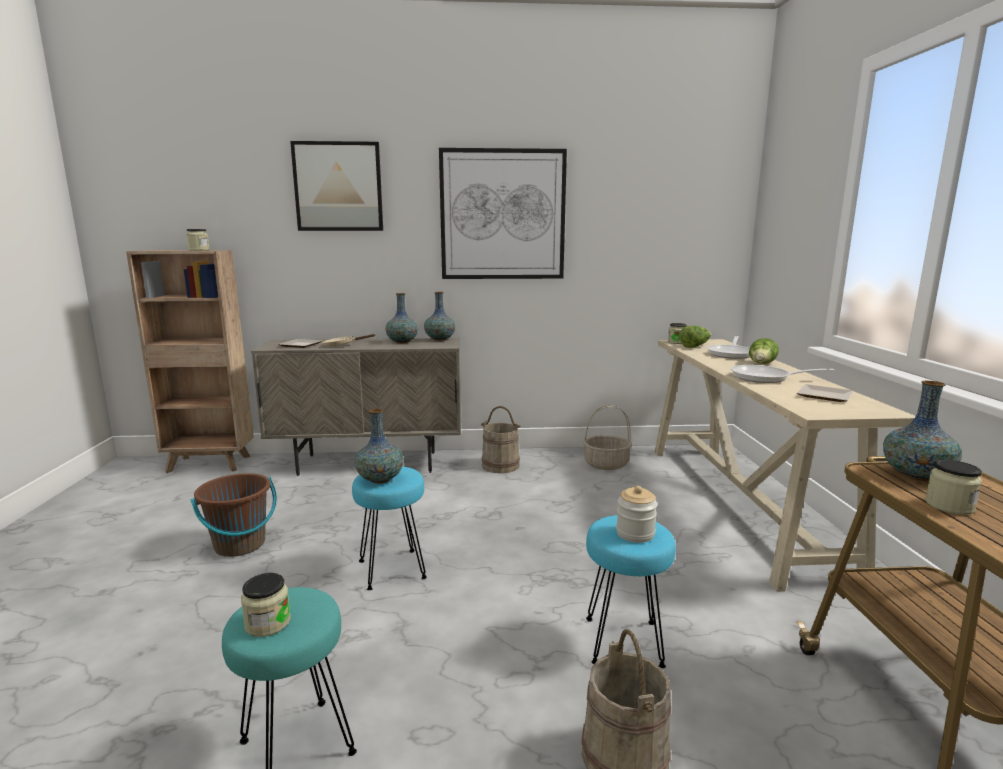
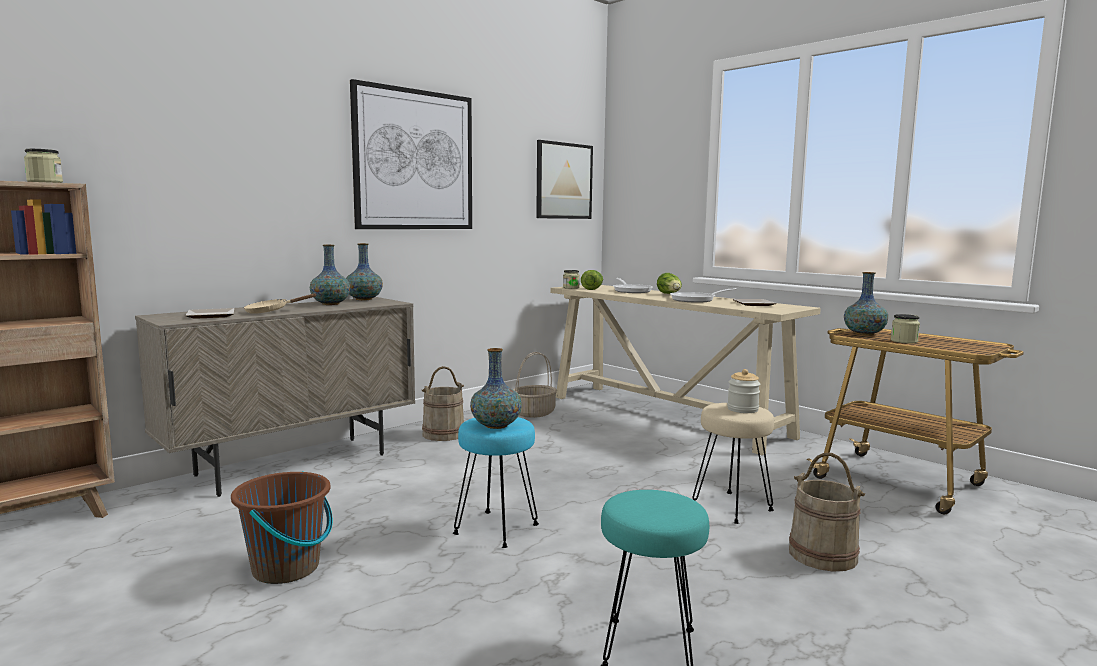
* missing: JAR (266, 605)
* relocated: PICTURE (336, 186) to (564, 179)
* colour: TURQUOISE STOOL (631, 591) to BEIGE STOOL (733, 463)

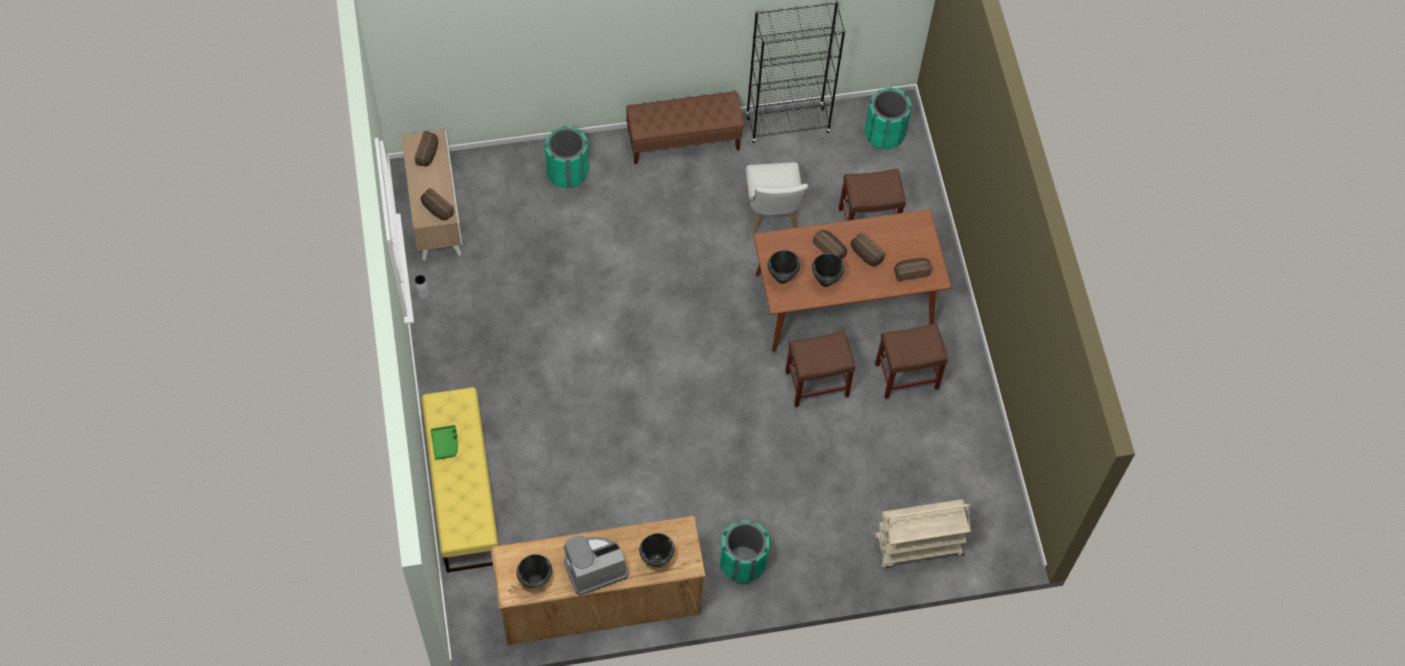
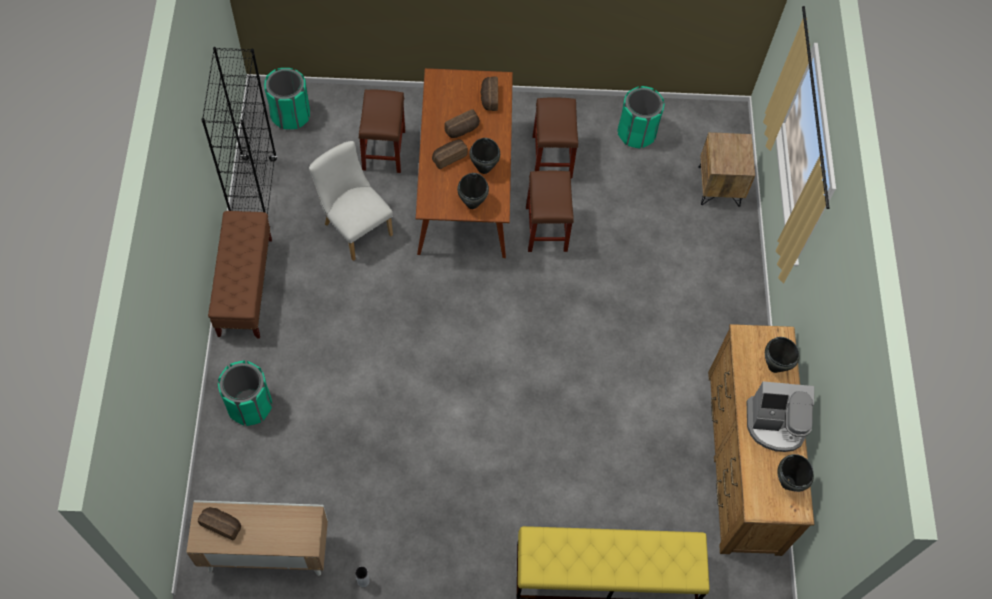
* missing: BREAD (437, 204)
* missing: GREEN TRAY (444, 442)
* relocated: GREEN TRASH CAN (744, 551) to (641, 117)
* exchanged: BEIGE CART (923, 534) to BROWN NIGHTSTAND (726, 169)
* spun: COFFEE MACHINE (596, 565) = (780, 416) 75 degrees counterclockwise
* spun: WHITE CHAIR (777, 198) = (351, 201) 135 degrees counterclockwise

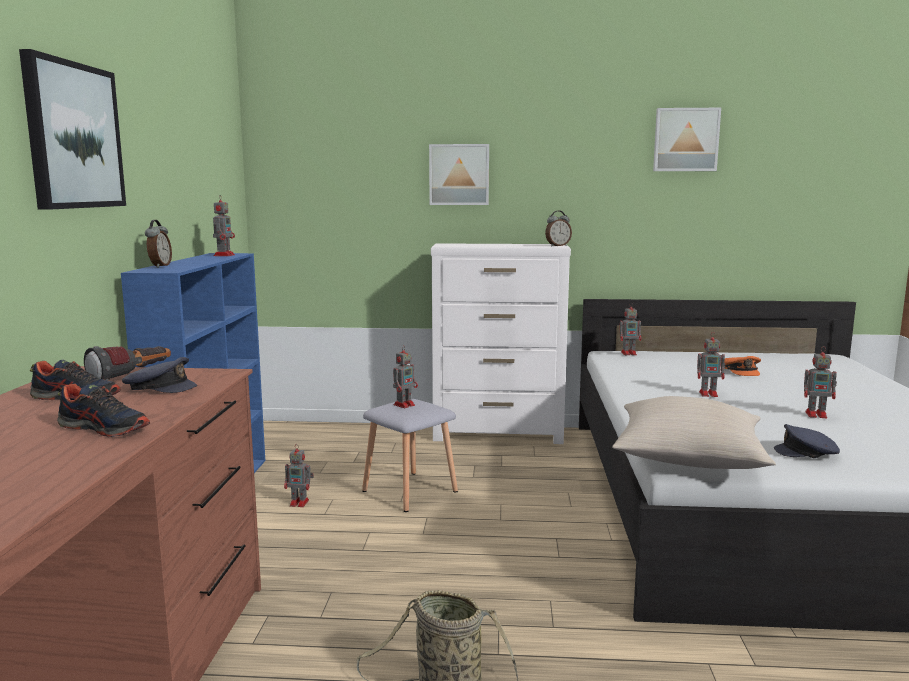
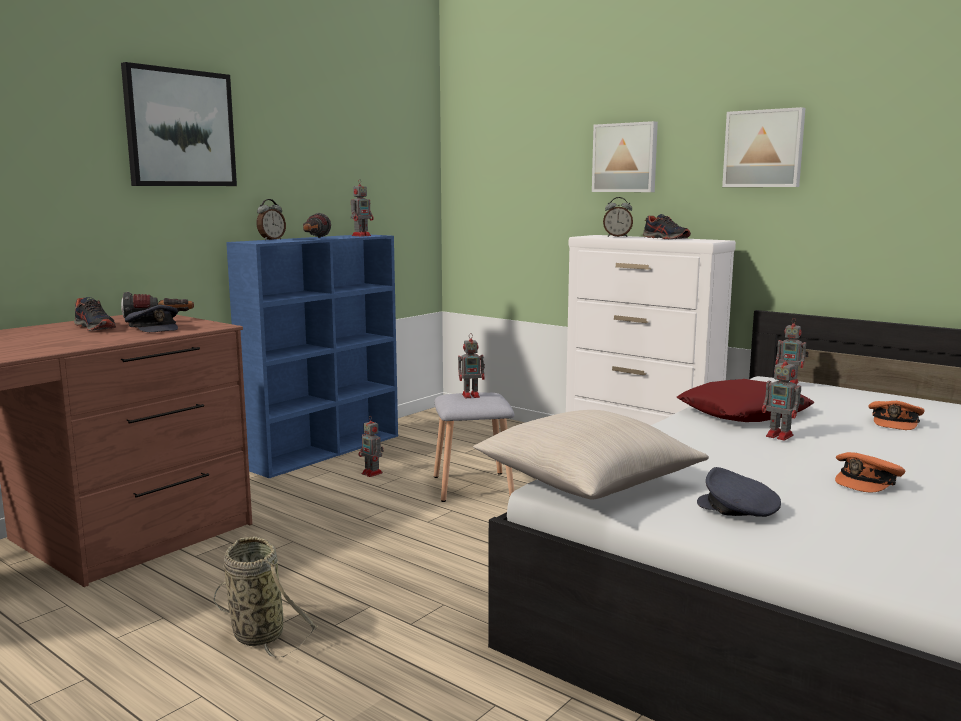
* appeared: FLASHLIGHT (317, 225)
* appeared: RED PILLOW (745, 400)
* relocated: SHOE (103, 410) to (667, 226)
* relocated: ALARM CLOCK (558, 228) to (618, 217)
* relocated: PICTURE (687, 139) to (763, 147)
* exchanged: TOY ROBOT (820, 382) to ORANGE CAP (870, 472)

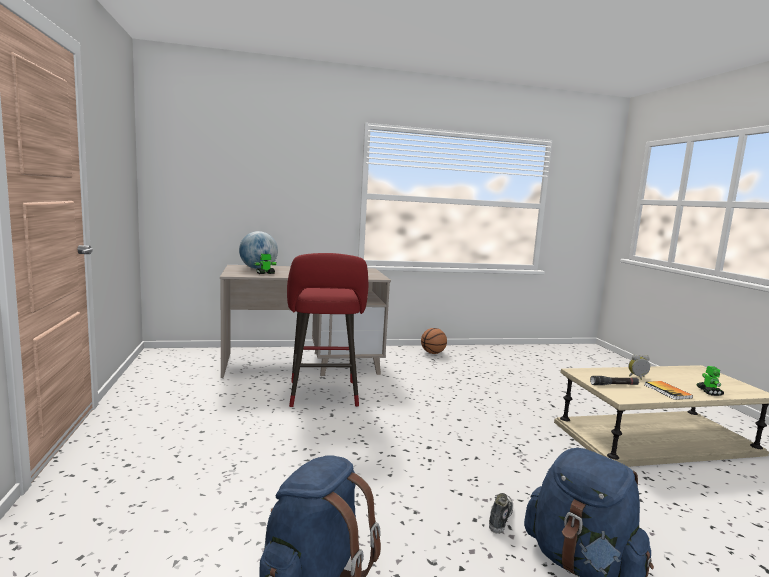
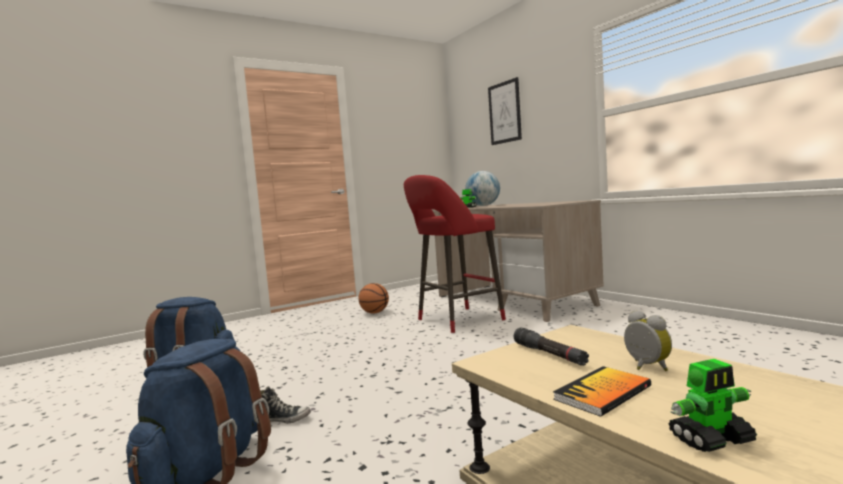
* appeared: PICTURE (505, 111)
* relocated: BASKETBALL (434, 341) to (373, 298)

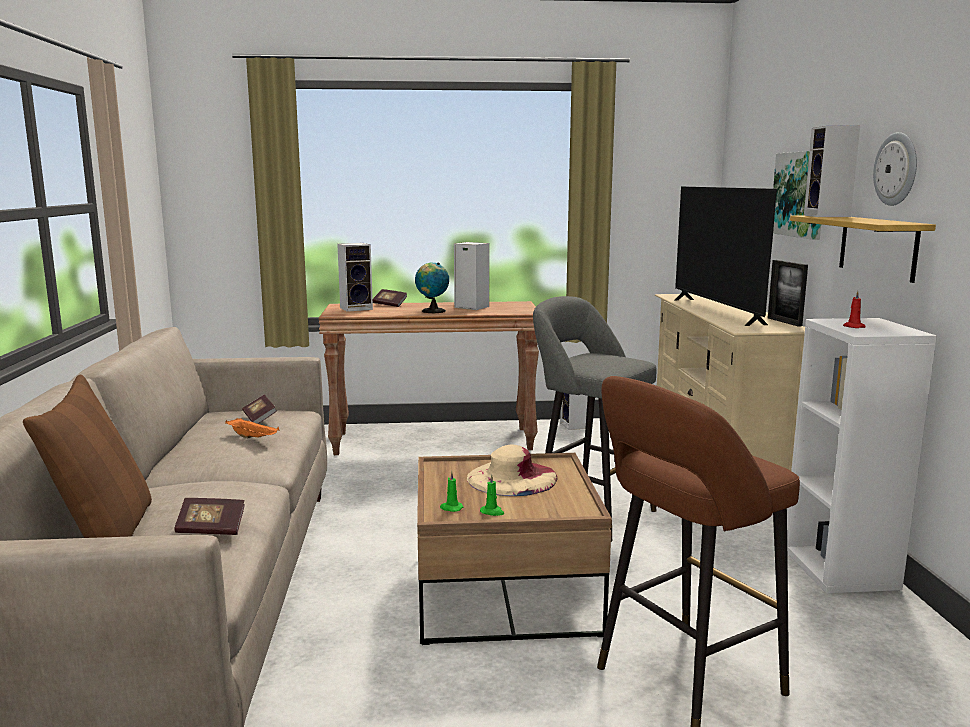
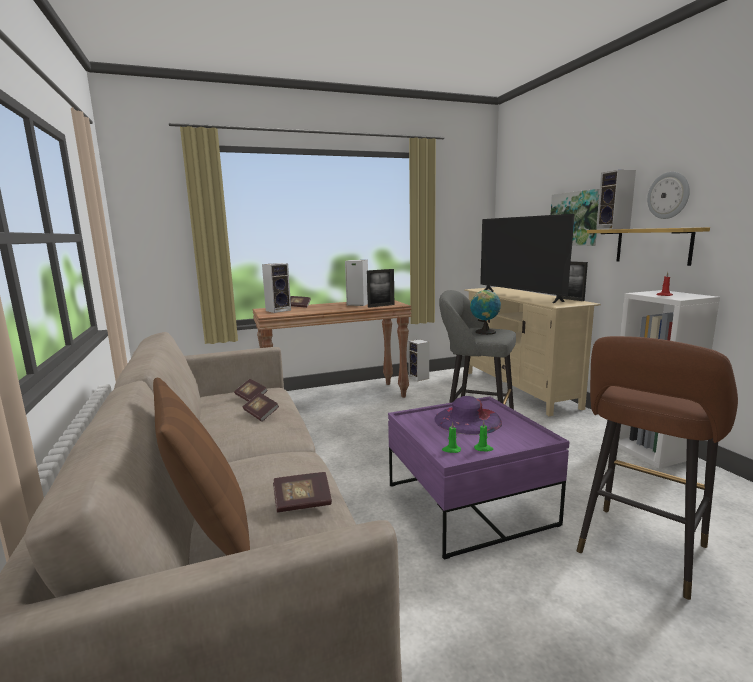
* appeared: PICTURE FRAME (380, 288)
* relocated: GLOBE (432, 287) to (485, 312)
* exchanged: ORANGE TRAY (252, 428) to BOOK (261, 407)
* colour: BROWN COFFEE TABLE (514, 549) to PURPLE COFFEE TABLE (479, 477)
* colour: BEIGE HAT (512, 470) to PURPLE HAT (468, 415)

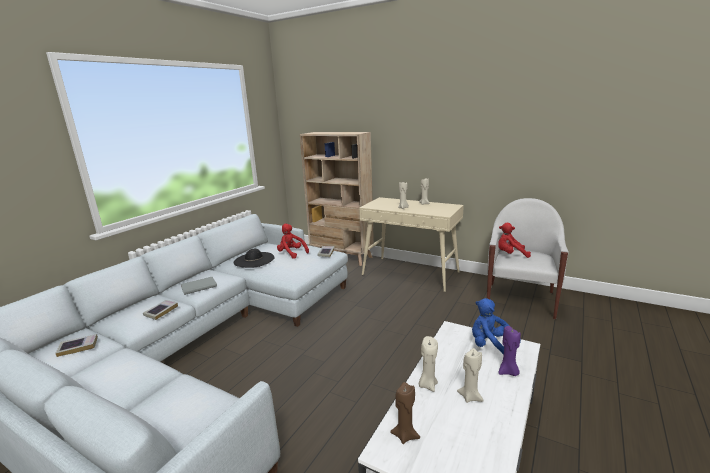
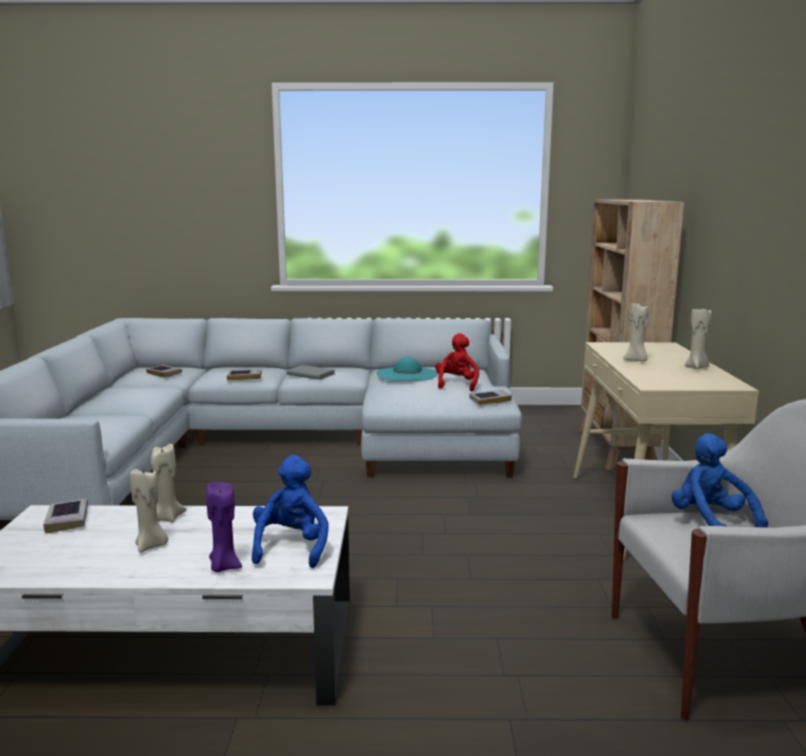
* exchanged: BROWN CANDLE (405, 413) to BOOK (65, 515)
* colour: BLACK HAT (254, 258) to TURQUOISE HAT (407, 369)
* colour: RED PLUSH TOY (514, 240) to BLUE PLUSH TOY (719, 480)

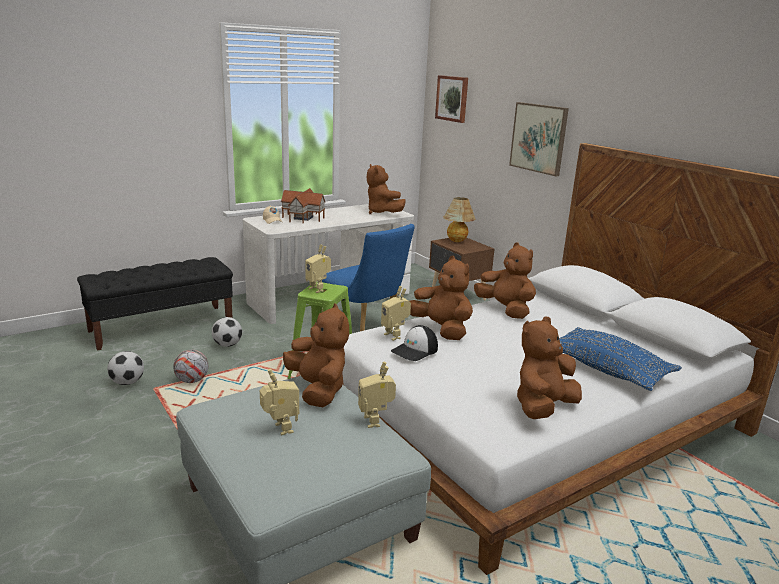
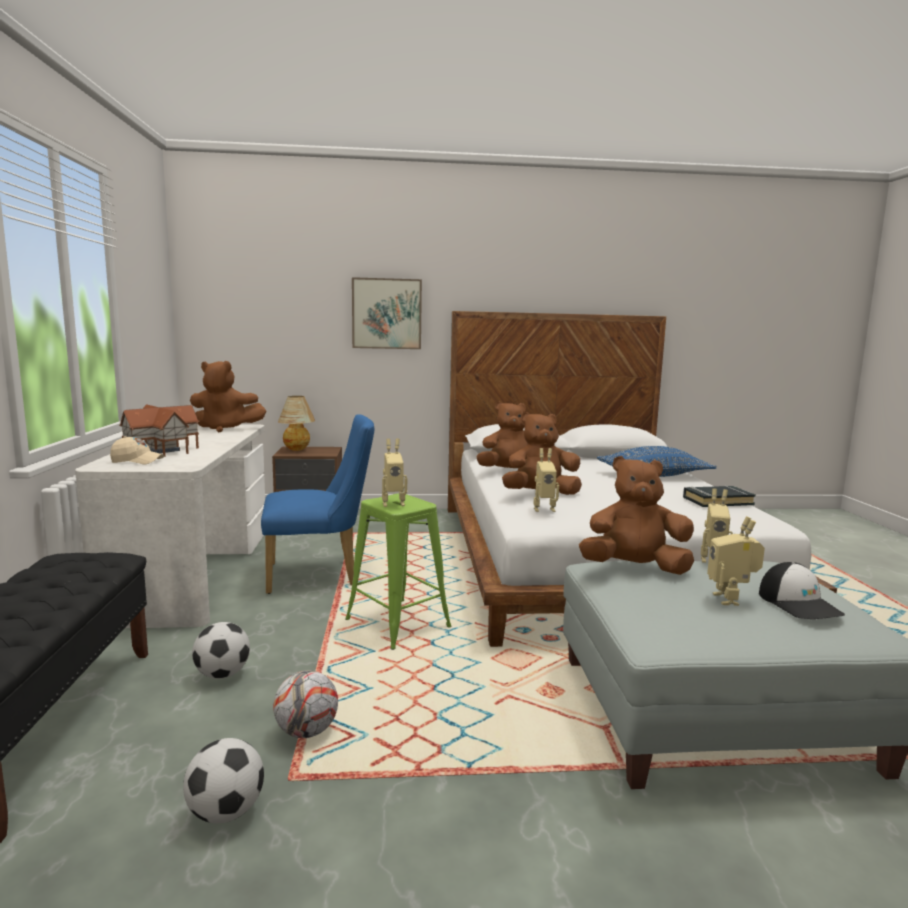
* missing: PICTURE (451, 99)
* relocated: CAP (414, 343) to (802, 590)
* exchanged: BROWN PLUSH TOY (549, 367) to BLACK BOOK (719, 496)
* spun: TOY ROBOT (279, 402) = (736, 561) 90 degrees counterclockwise

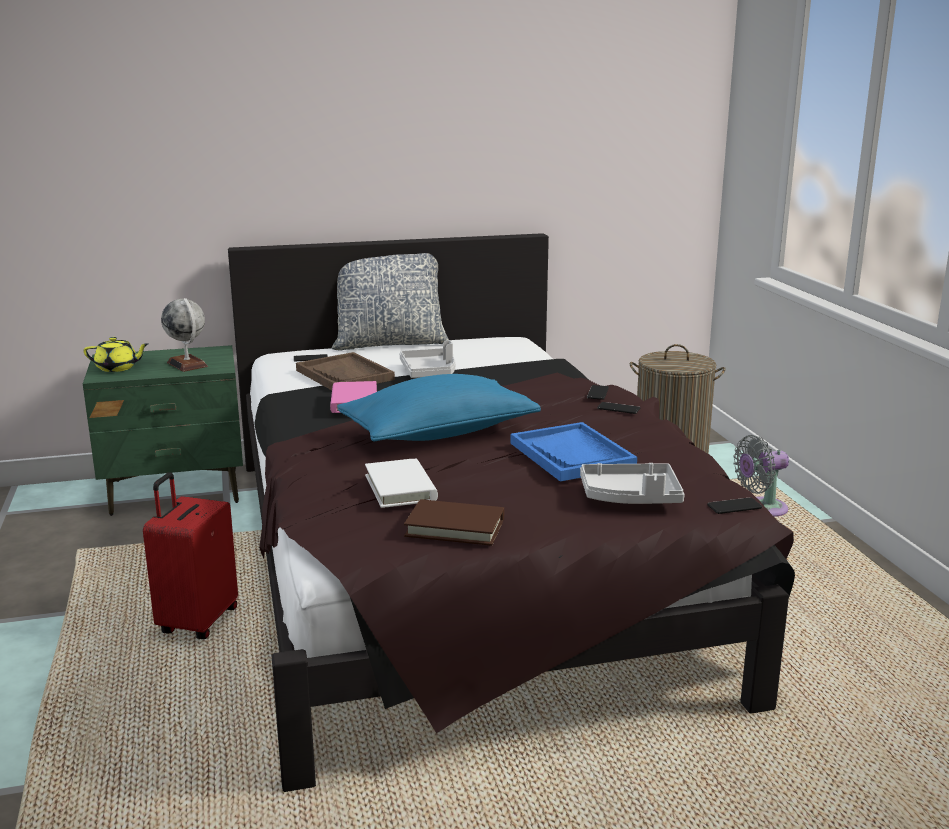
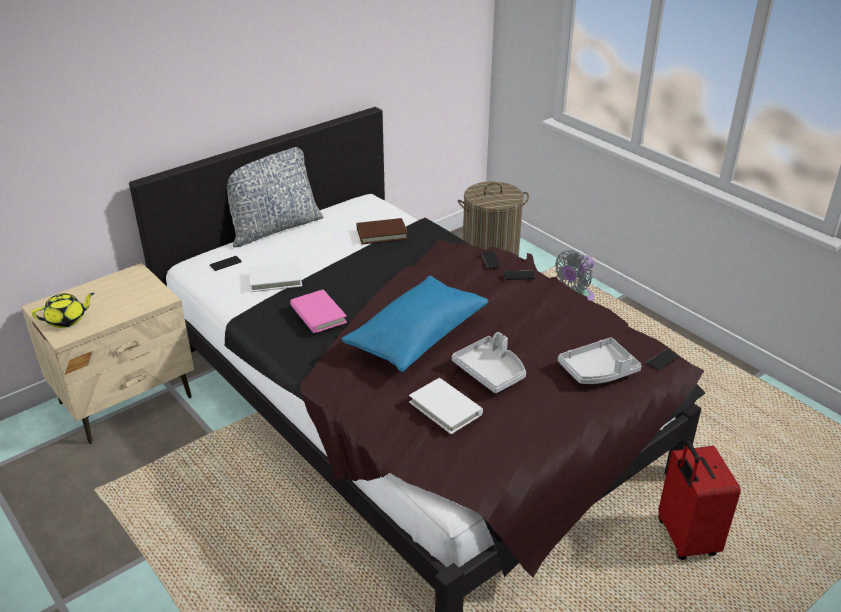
* missing: GLOBE (184, 335)
* missing: BLUE TRAY (574, 452)
* relocated: RED SUITCASE (190, 555) to (699, 500)
* relocated: GREY TRAY (427, 359) to (489, 362)
* relocated: BROWN BOOK (454, 522) to (382, 231)
* exchanged: BROWN TRAY (345, 371) to WHITE BOOK (275, 277)
* colour: GREEN NIGHTSTAND (163, 430) to BEIGE NIGHTSTAND (107, 353)

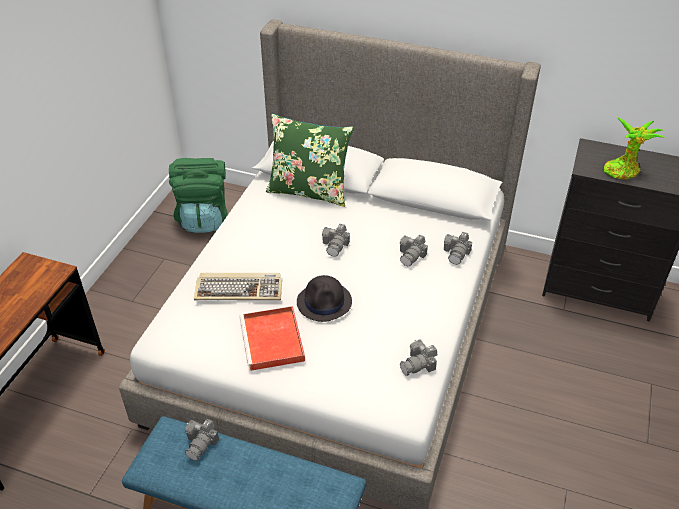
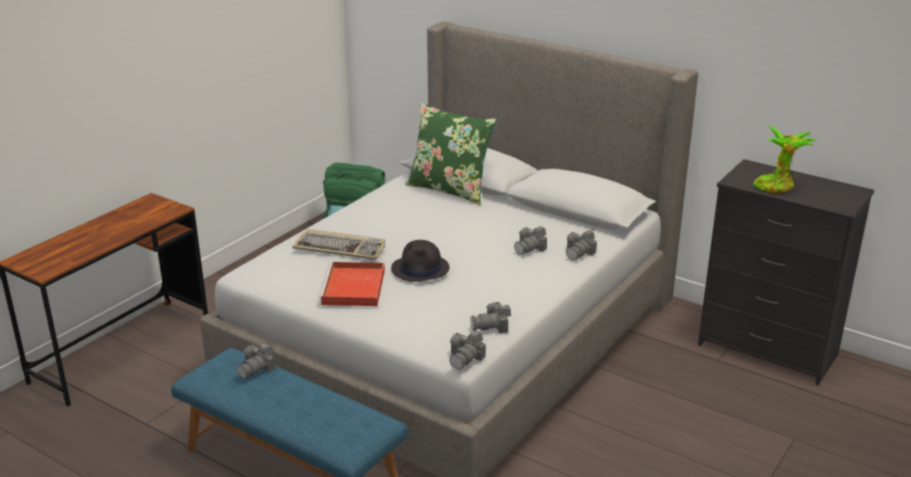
* relocated: PHOTO CAMERA (336, 240) to (467, 349)

